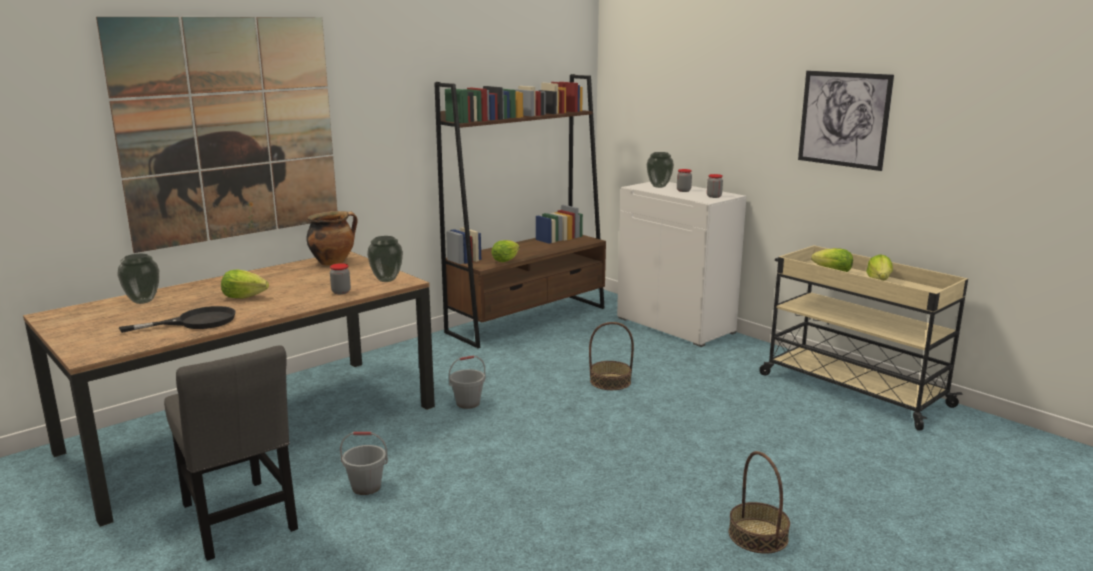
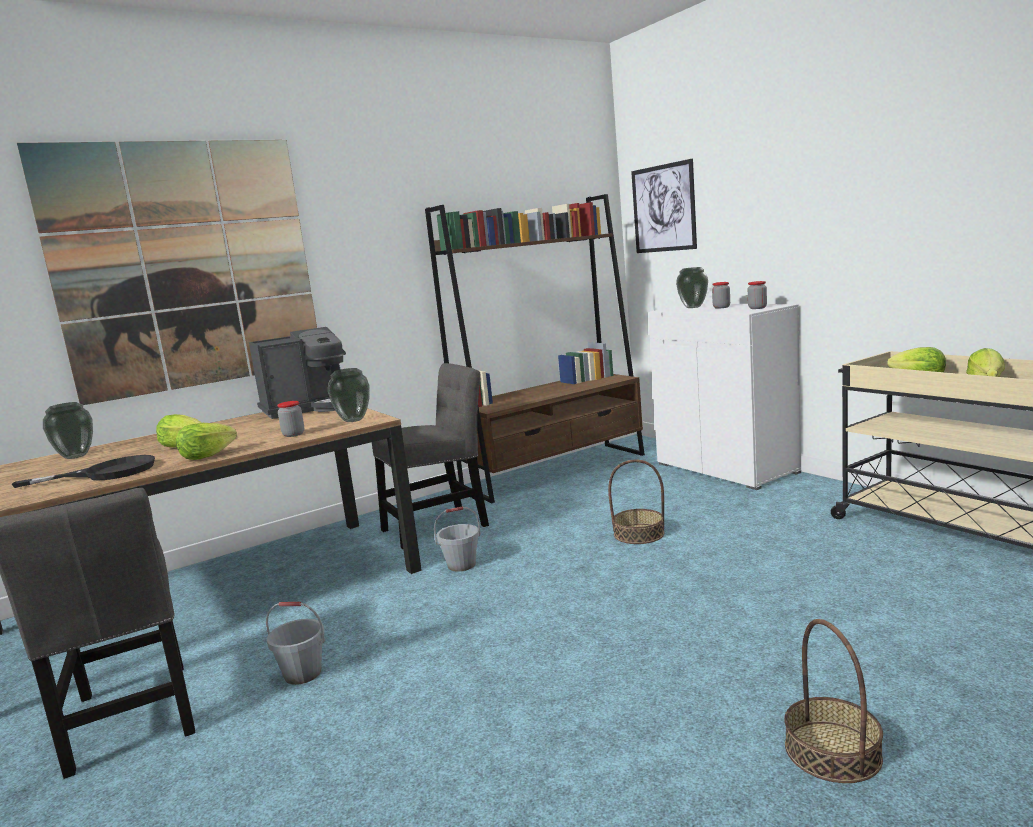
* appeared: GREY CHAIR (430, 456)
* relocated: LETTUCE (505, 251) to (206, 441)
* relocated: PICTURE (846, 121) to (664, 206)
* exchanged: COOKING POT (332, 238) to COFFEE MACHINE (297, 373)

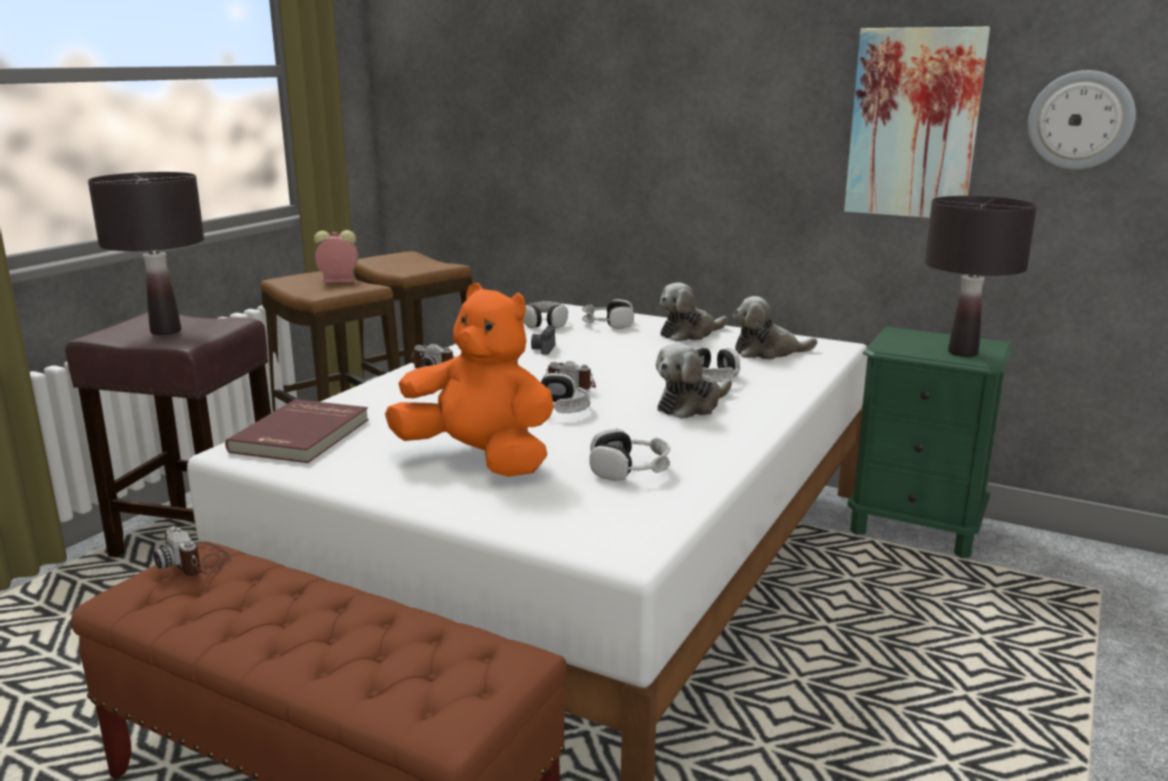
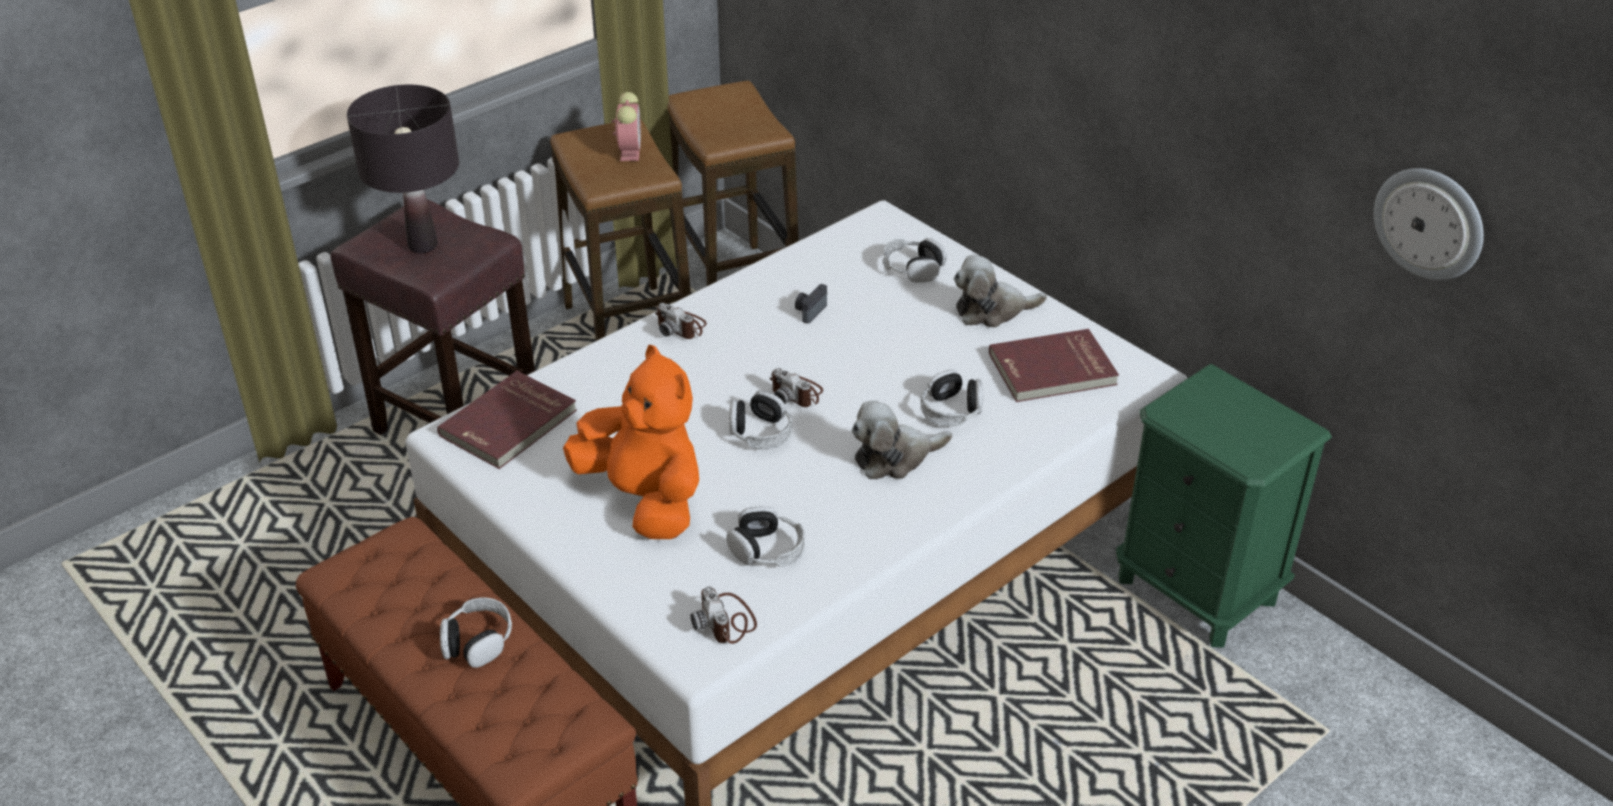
* missing: PICTURE (917, 122)
* missing: BLACK TABLE LAMP (981, 276)
* relocated: PHOTO CAMERA (192, 551) to (724, 615)
* relocated: HEADPHONES (545, 314) to (476, 633)
* exchanged: PLUSH TOY (775, 327) to RED BOOK (1054, 365)
* spun: ALARM CLOCK (336, 256) = (626, 126) 75 degrees clockwise

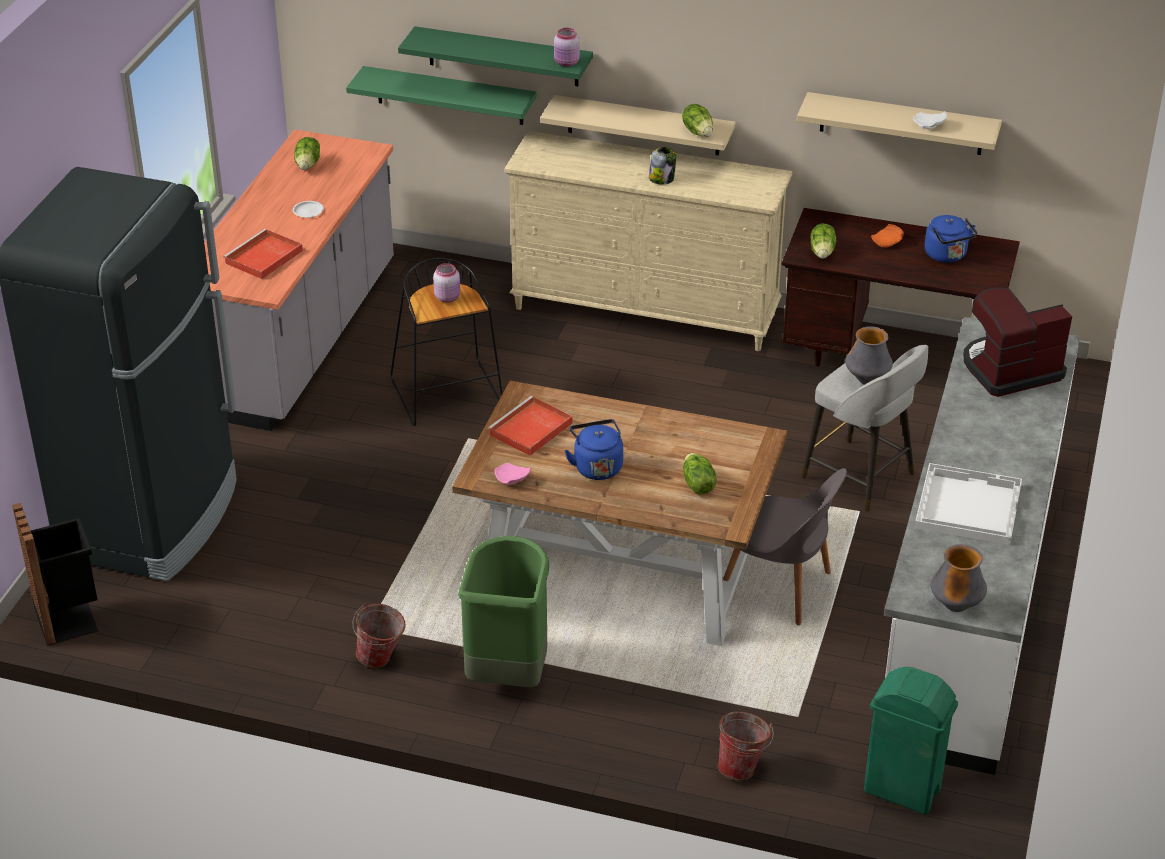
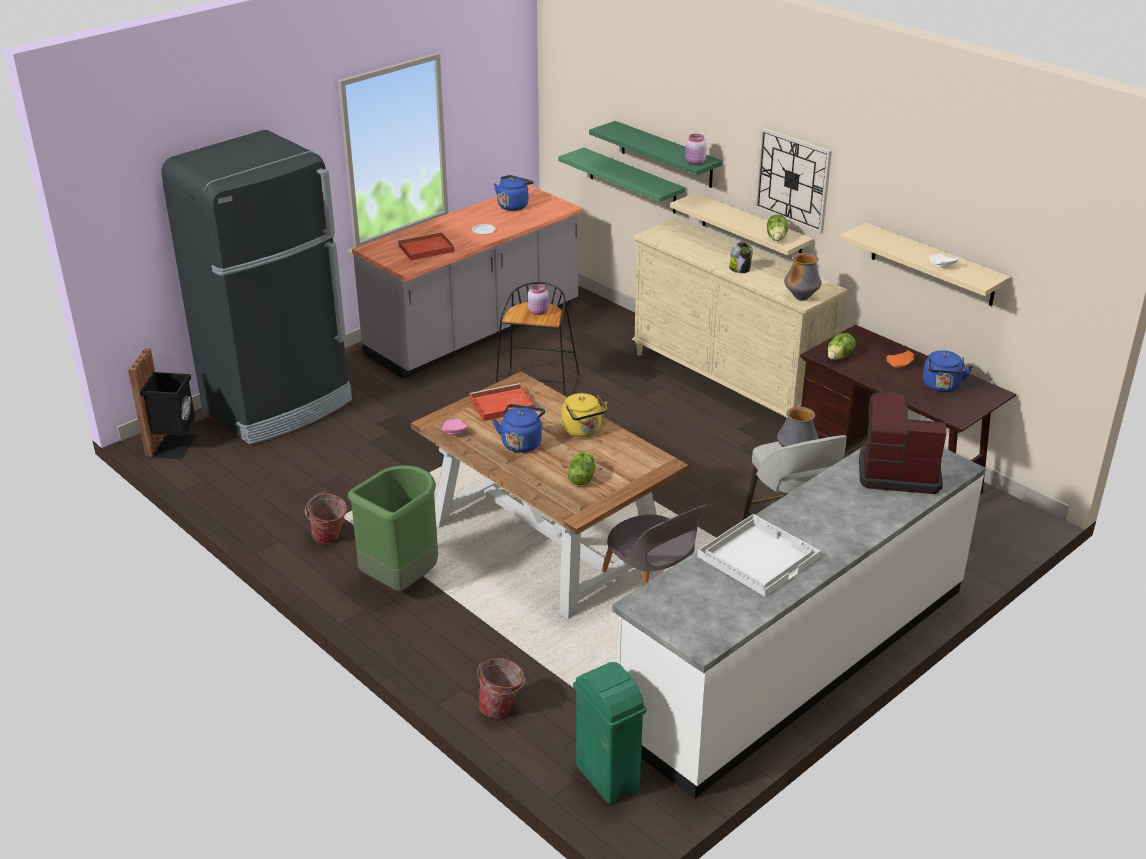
* appeared: YELLOW KETTLE (585, 415)
* appeared: WALL CLOCK (793, 180)
* relocated: VASE (958, 578) to (803, 277)
* exchanged: LETTUCE (307, 153) to BLUE KETTLE (514, 193)

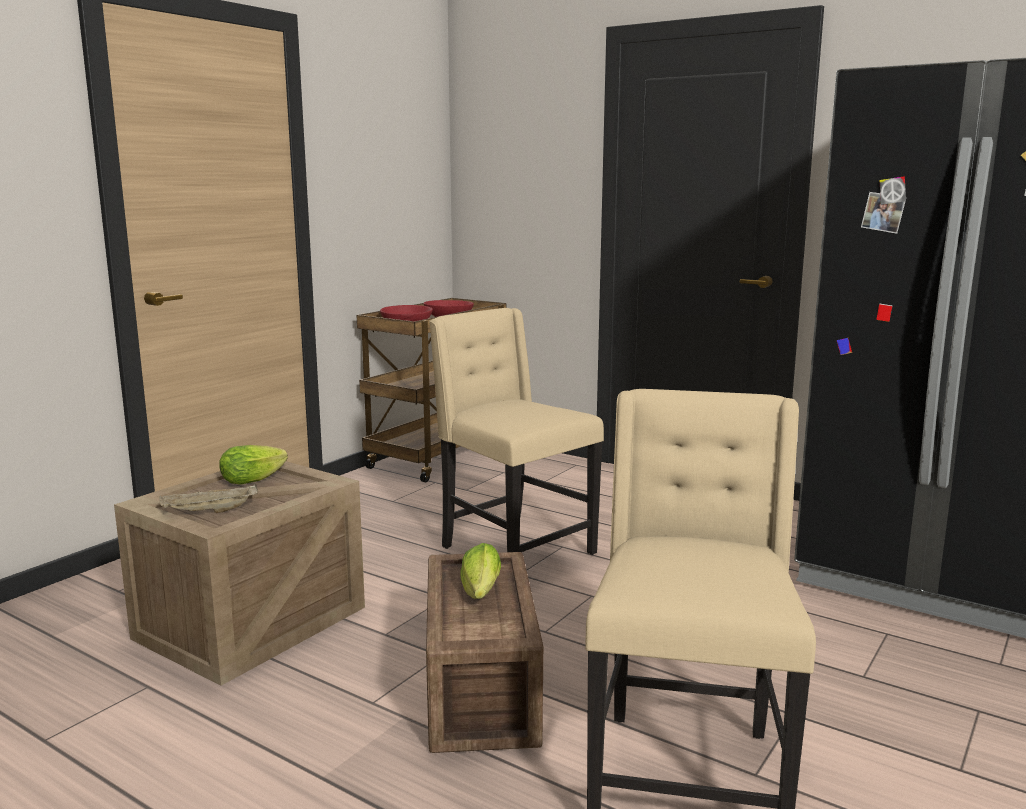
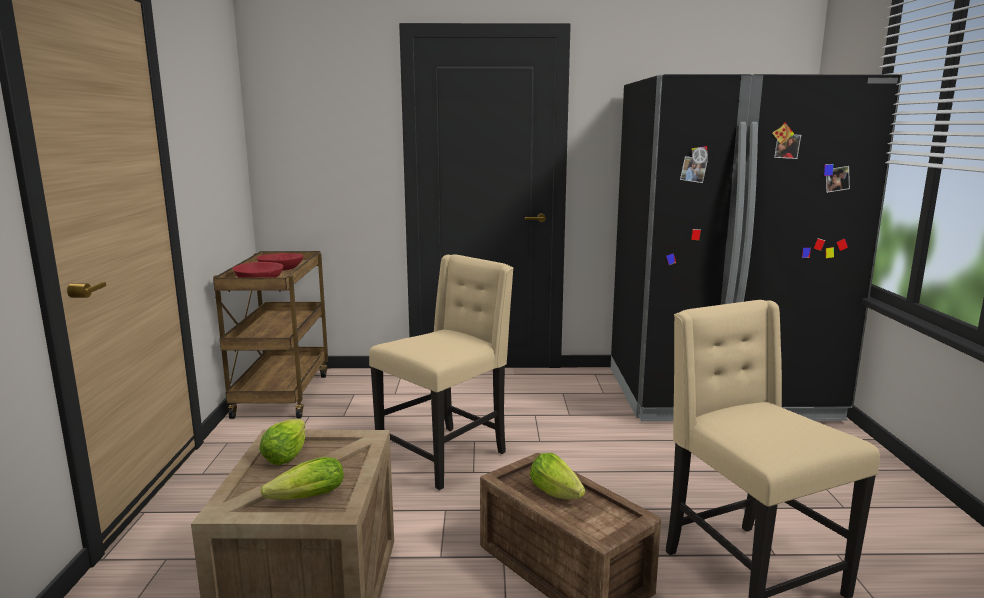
* exchanged: BEIGE TRAY (208, 498) to LETTUCE (302, 478)
* spun: BEIGE CHAIR (516, 431) = (441, 372) 120 degrees clockwise

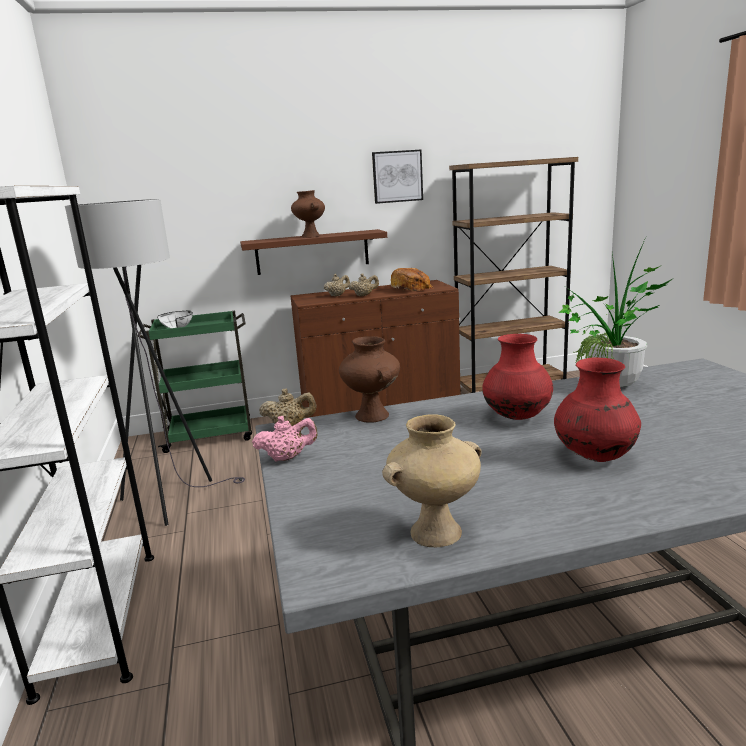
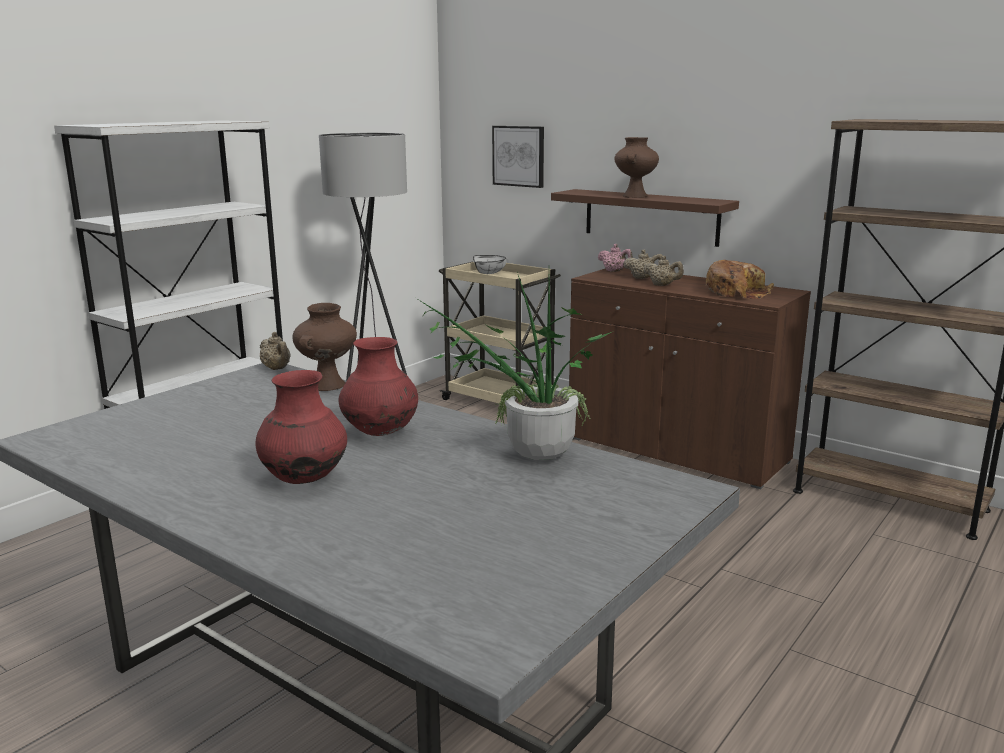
* missing: BEIGE VASE (432, 480)
* relocated: PINK TEAPOT (285, 438) to (615, 258)
* relocated: PICTURE (397, 177) to (518, 157)
* colour: GREEN CART (194, 382) to BEIGE CART (500, 333)

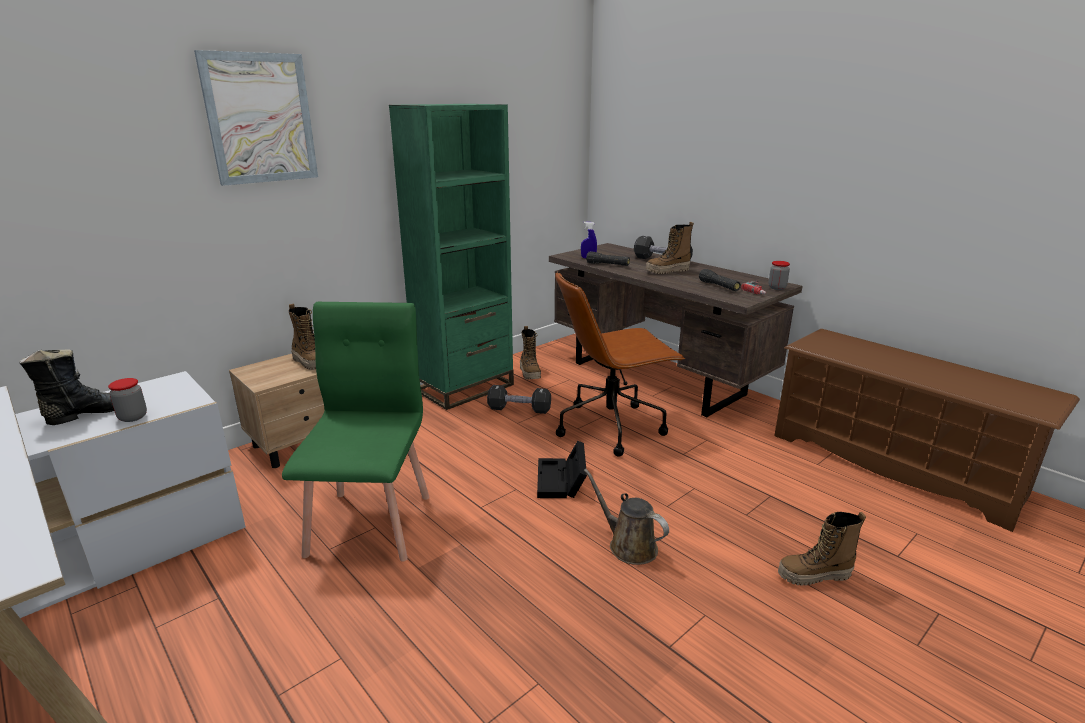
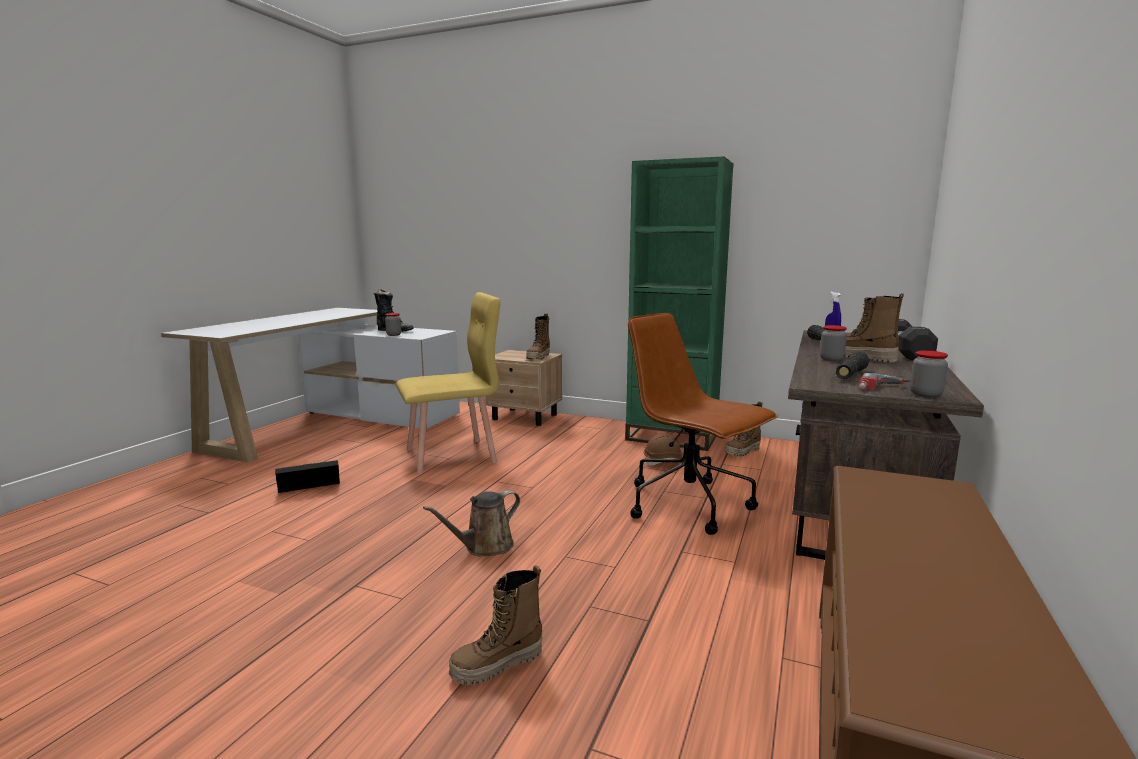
* missing: PICTURE (256, 118)
* appeared: JAR (833, 343)
* relocated: BLACK STORAGE BOX (562, 469) to (307, 476)
* exchanged: BLACK DUMBBELL (519, 399) to BROWN HARD HAT (663, 449)
* colour: GREEN CHAIR (355, 432) to YELLOW CHAIR (448, 383)
* spun: BROWN WATERING CAN (626, 517) = (471, 523) 150 degrees counterclockwise
* spun: BOOT (822, 549) = (495, 625) 90 degrees counterclockwise

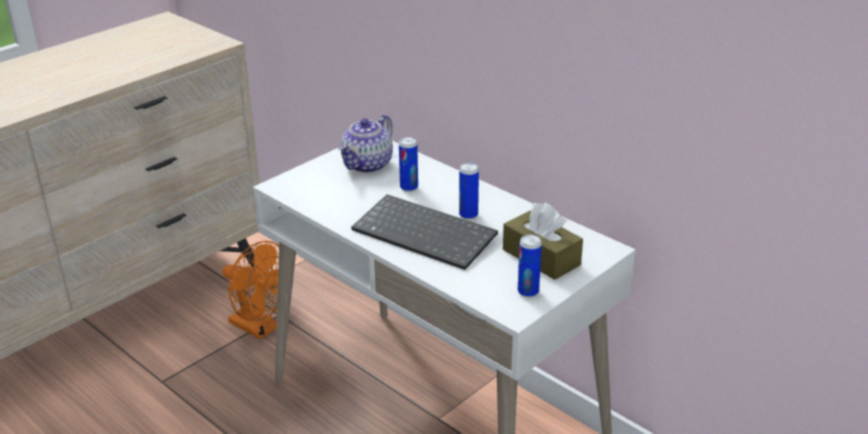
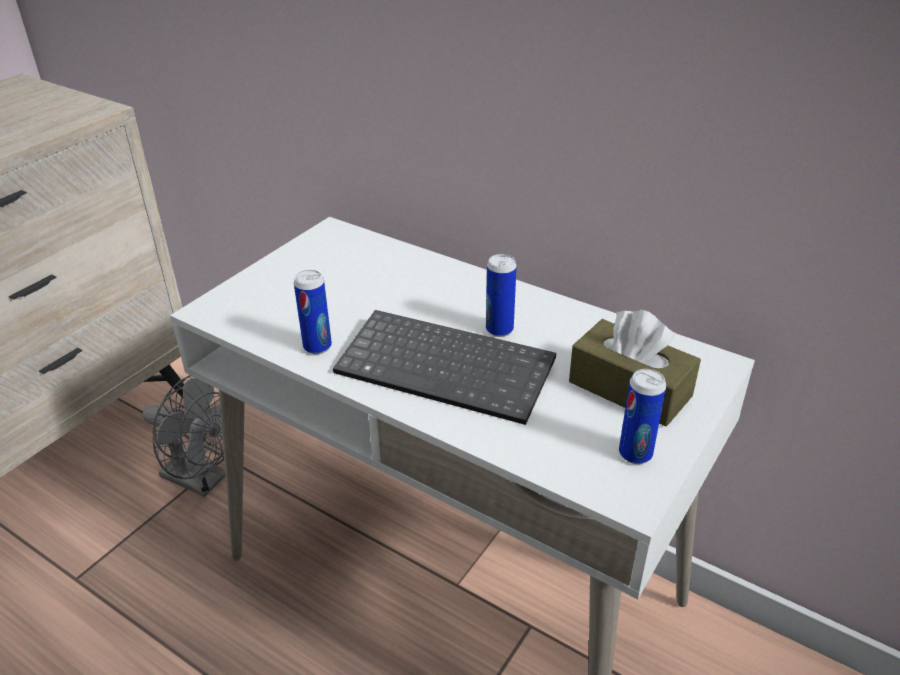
* missing: TEAPOT (365, 144)
* relocated: CAN (408, 164) to (313, 312)
* colour: ORANGE FAN (251, 290) to GREY FAN (184, 436)

